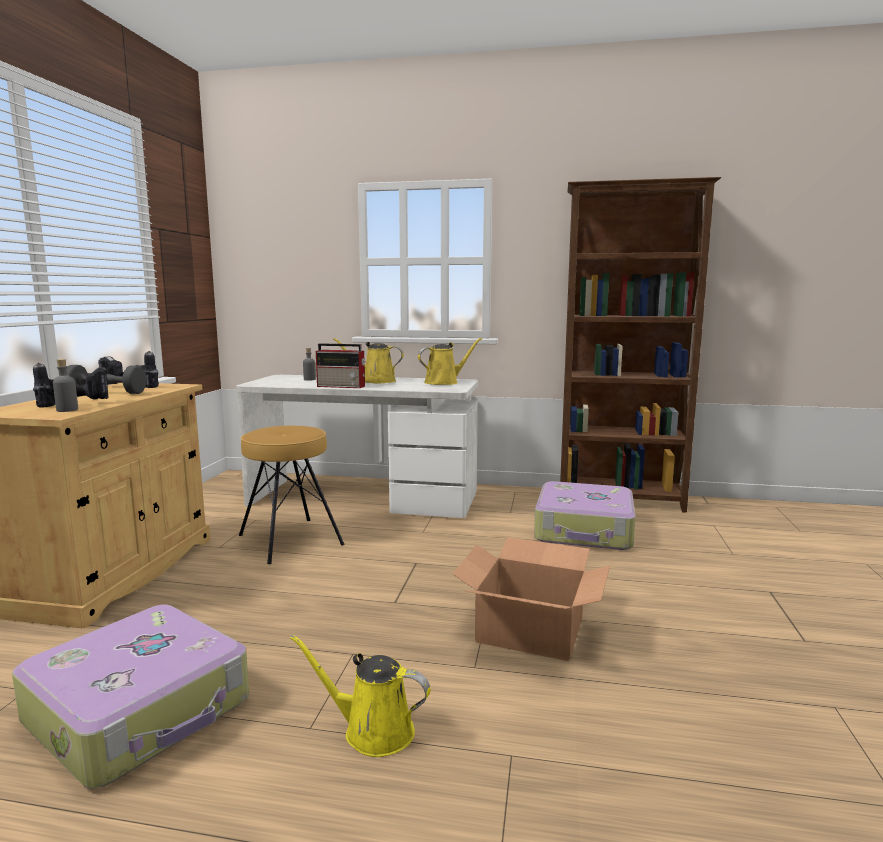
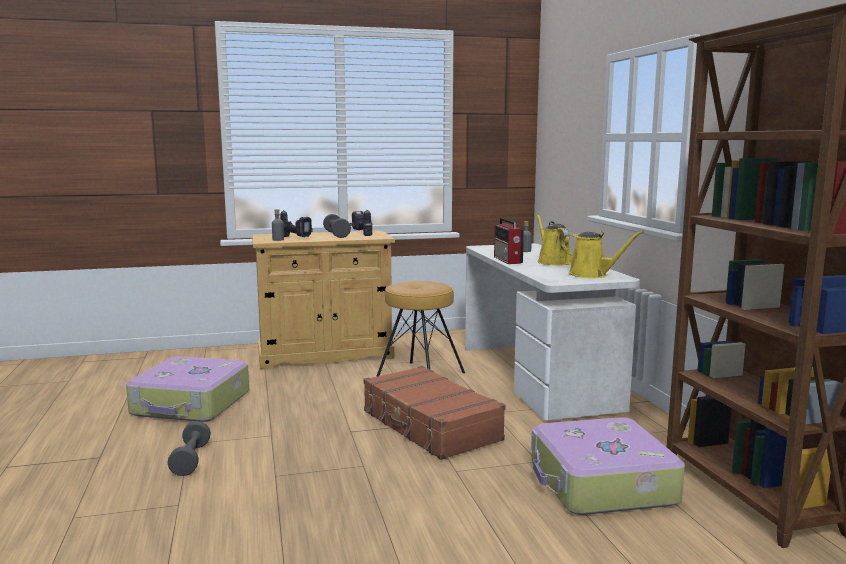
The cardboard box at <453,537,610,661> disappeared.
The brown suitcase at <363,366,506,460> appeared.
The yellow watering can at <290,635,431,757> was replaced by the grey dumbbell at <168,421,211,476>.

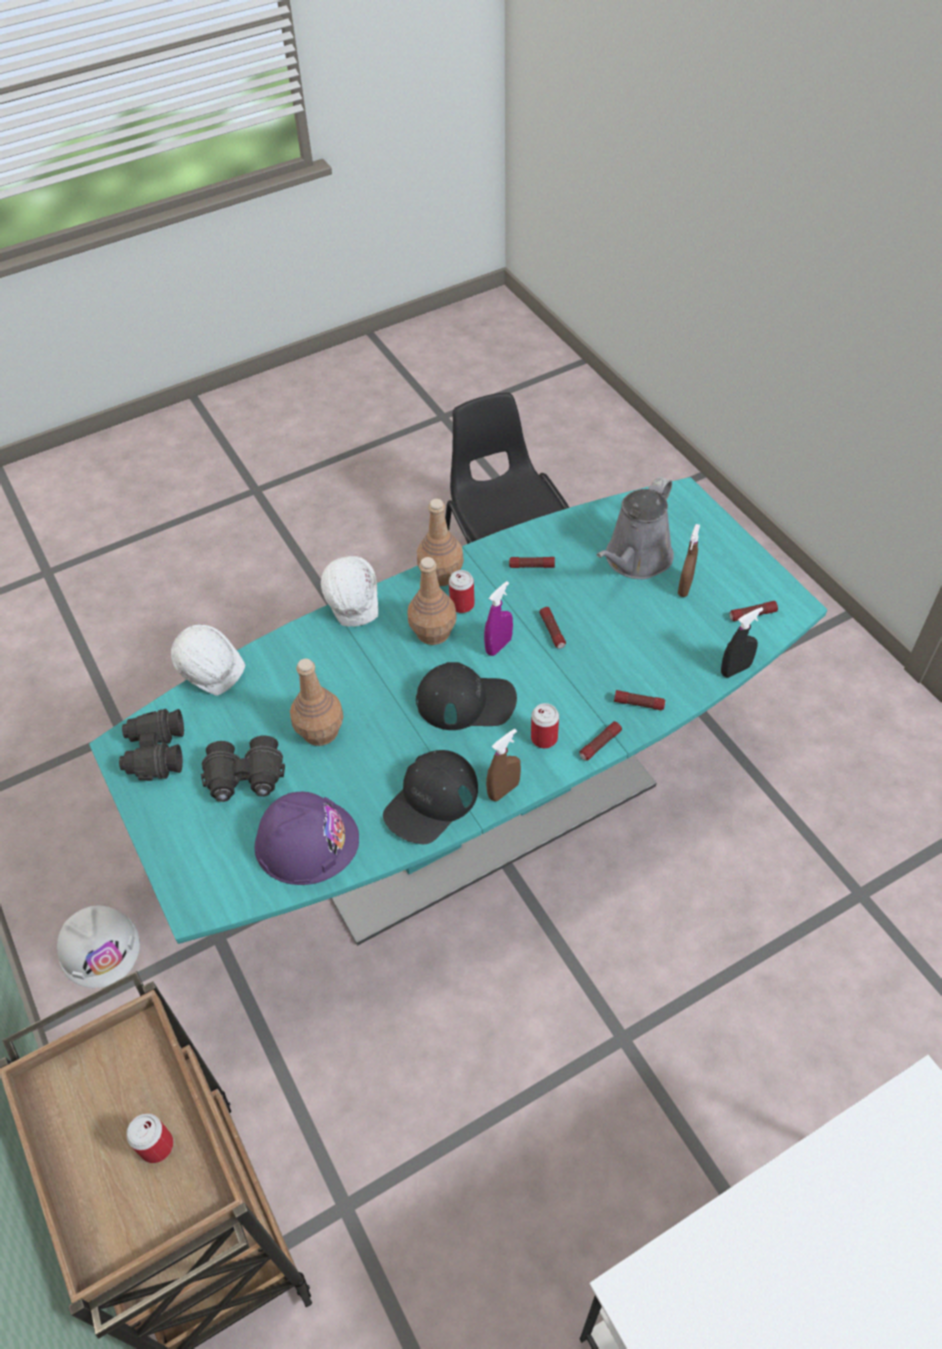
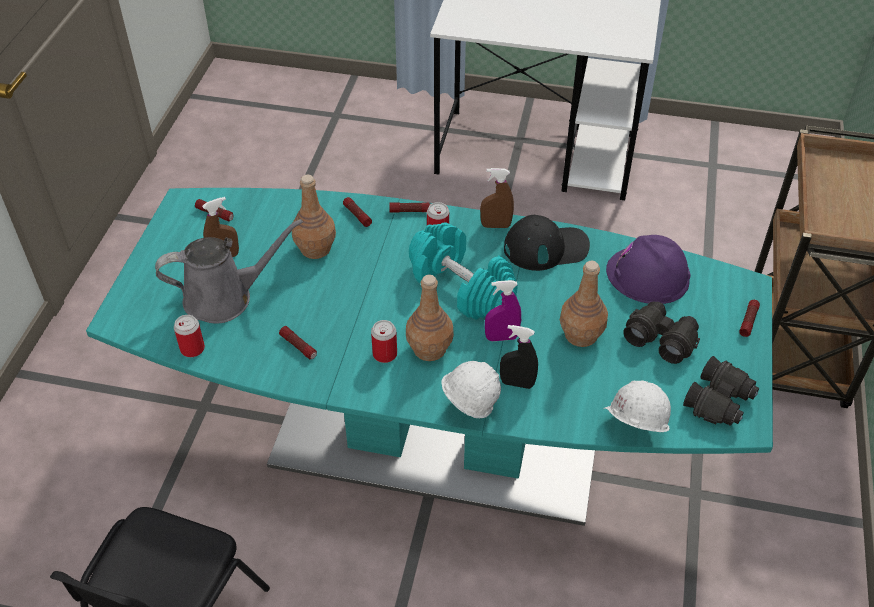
The white hard hat at <57,906,140,988> disappeared.
The can moved from <126,1113,174,1163> to <174,315,205,357>.
The brown bottle moved from <417,499,464,586> to <292,175,336,259>.
The purple spray bottle moved from <484,581,513,656> to <485,280,521,341>.
The flashlight moved from <539,607,566,648> to <739,300,760,337>.
The black spray bottle moved from <721,607,763,678> to <500,325,538,389>.
The black cap at <416,662,517,730> was replaced by the turquoise dumbbell at <409,223,518,320>.

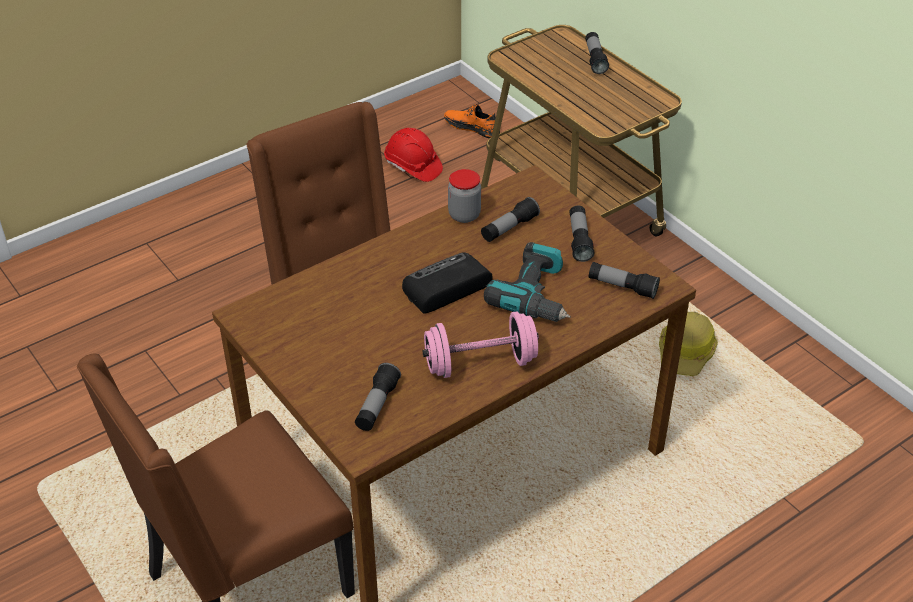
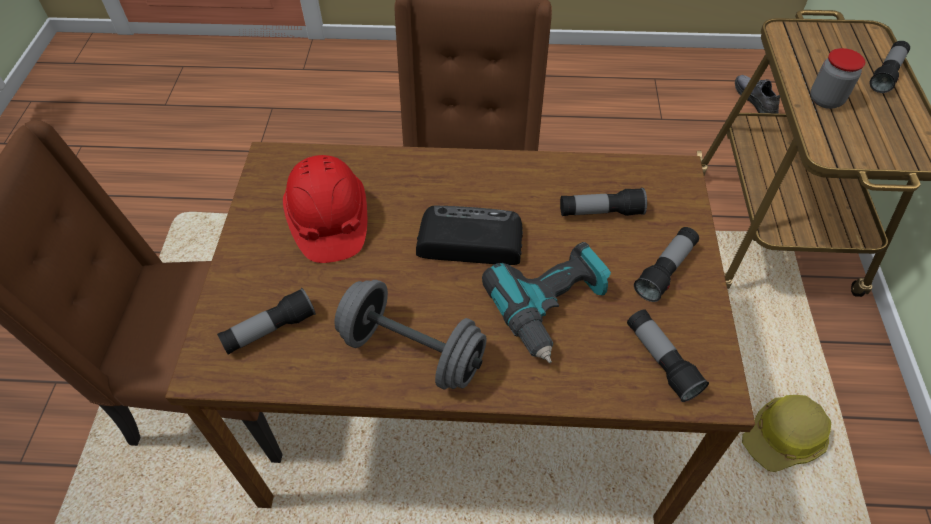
The red hard hat moved from <384,128,443,182> to <283,155,367,263>.
The jar moved from <448,169,481,223> to <811,48,865,109>.
The pink dumbbell at <422,311,539,378> became the grey dumbbell at <335,280,487,389>.
The orange shoe at <444,104,500,138> became the grey shoe at <735,75,780,114>.

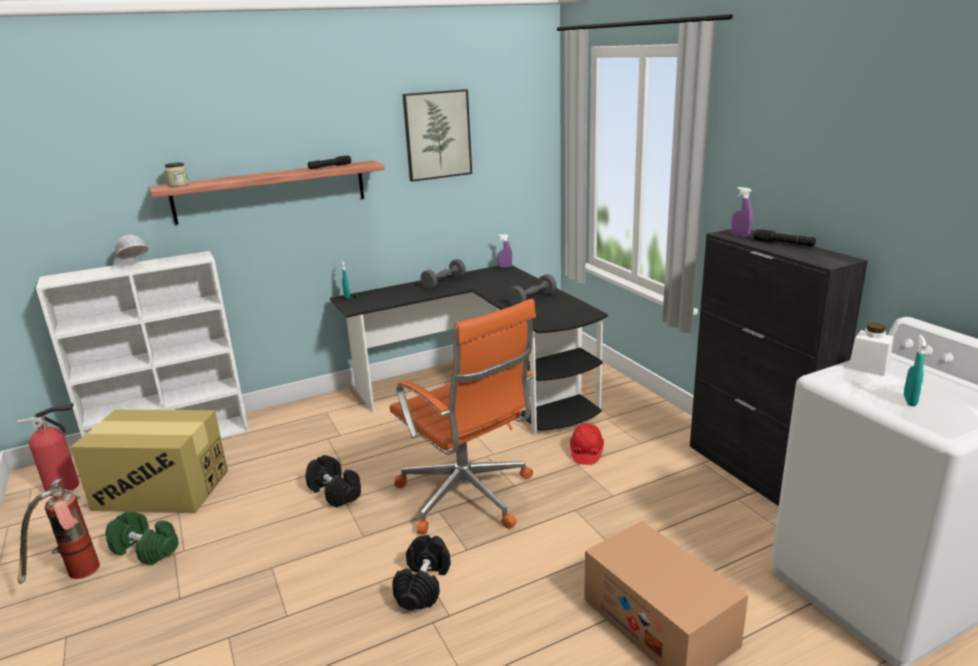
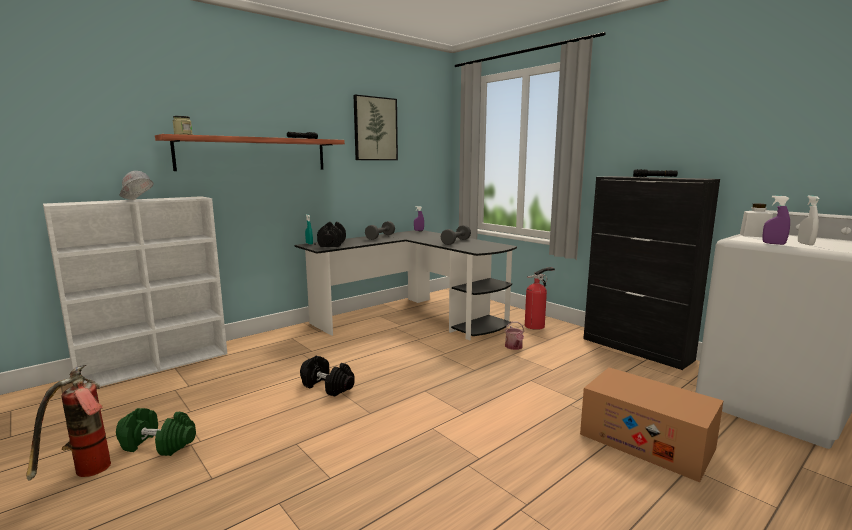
The cardboard box at <70,410,228,513> disappeared.
The orange office chair at <389,299,536,534> disappeared.
The fire extinguisher moved from <18,403,79,496> to <525,267,555,330>.
The black dumbbell moved from <392,535,451,610> to <317,222,346,247>.
The purple spray bottle moved from <731,187,753,238> to <762,196,790,245>.
The red hard hat at <570,423,604,465> was replaced by the watering can at <505,322,524,350>.
The turquoise spray bottle at <904,335,927,406> became the white spray bottle at <798,195,820,245>.

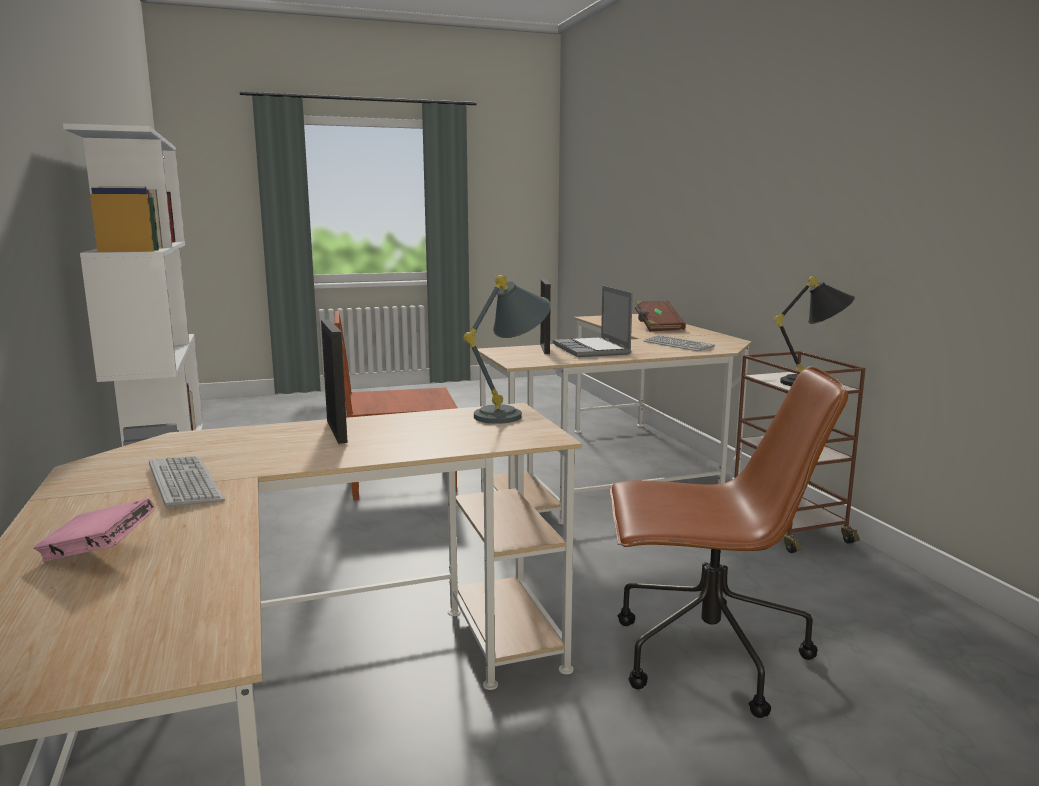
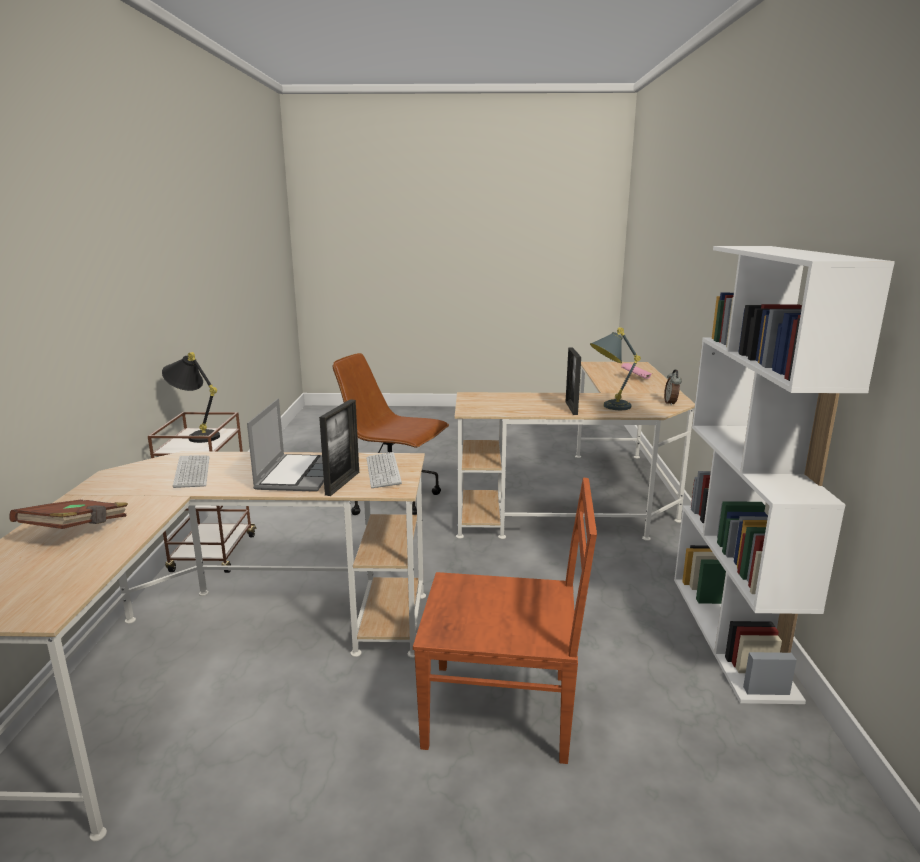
The alarm clock at <664,370,682,406> appeared.
The keyboard moved from <149,456,225,508> to <366,452,402,488>.
The grey table lamp moved from <464,275,551,424> to <590,327,641,410>.

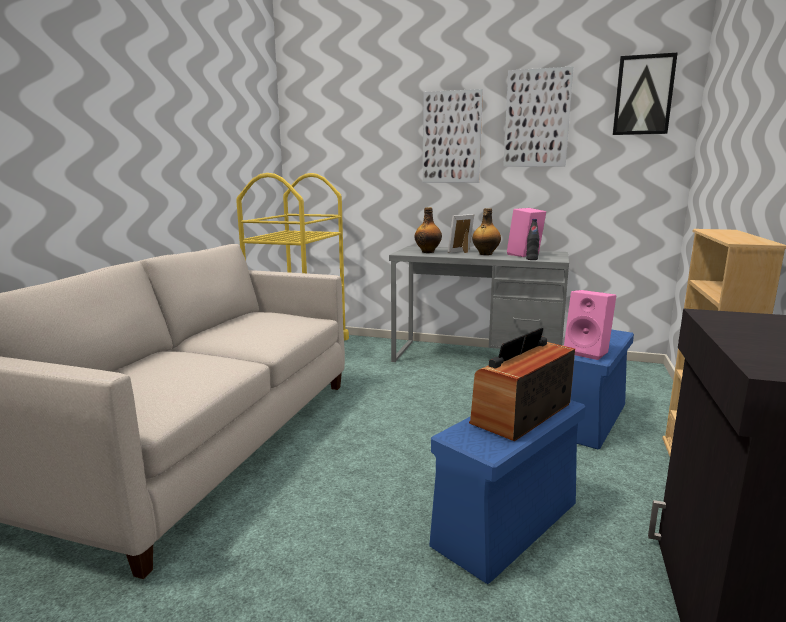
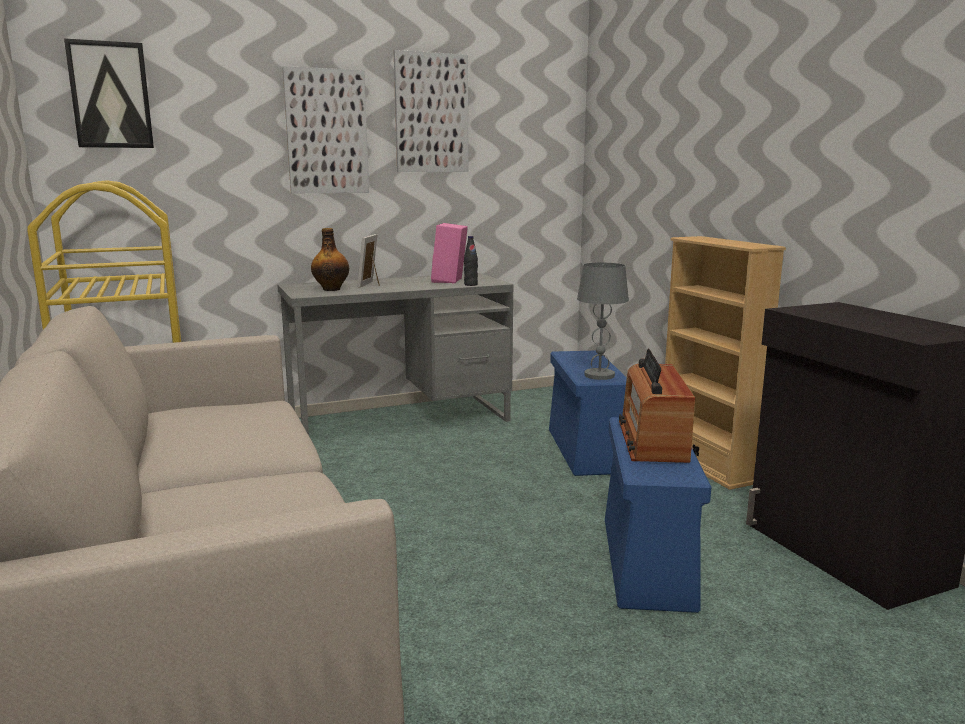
The bottle at <472,208,501,255> disappeared.
The picture moved from <613,52,678,135> to <64,38,154,148>.
The pink speaker at <564,290,616,360> was replaced by the grey table lamp at <577,263,629,380>.

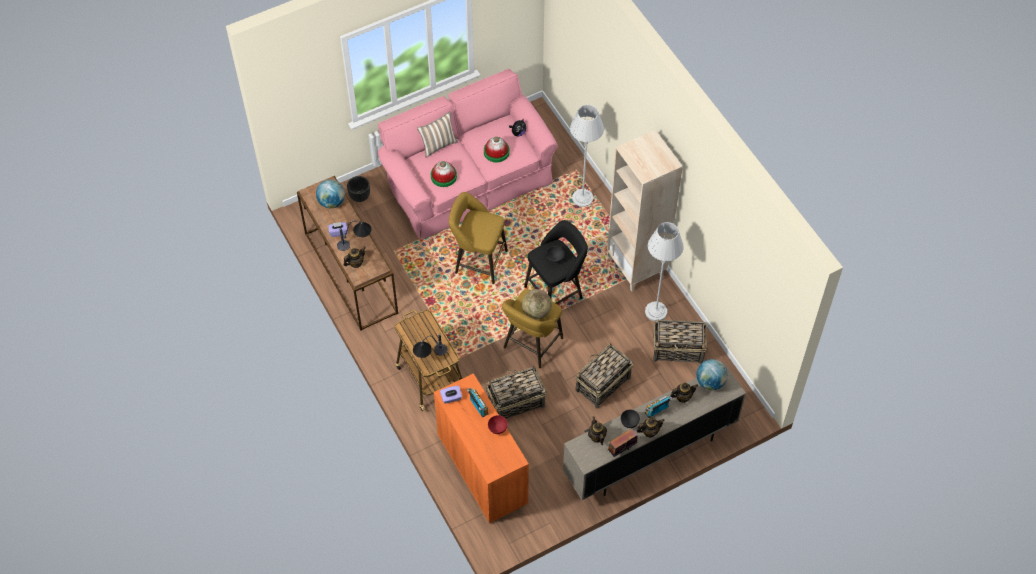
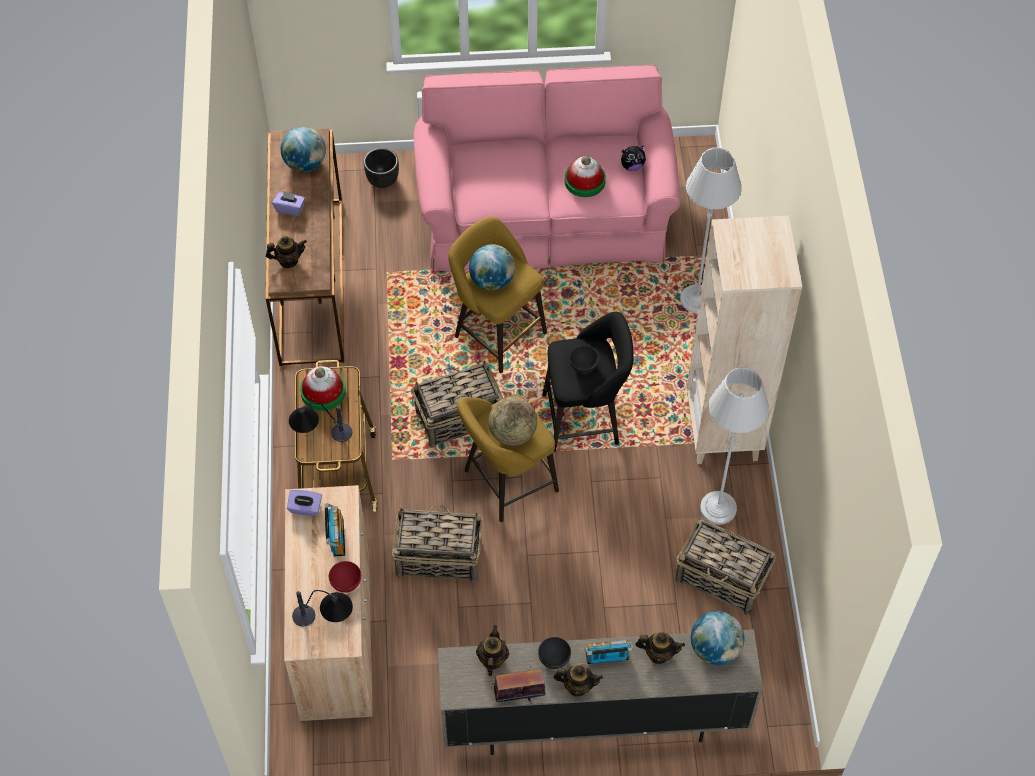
The pillow at <417,112,458,158> disappeared.
The globe at <469,244,515,291> appeared.
The table lamp moved from <337,221,371,251> to <292,590,353,626>.
The hat moved from <431,161,457,187> to <300,366,346,411>.
The basket moved from <576,343,633,408> to <412,360,503,448>.
The orange cabinet at <434,373,529,523> became the beige cabinet at <284,485,373,721>.

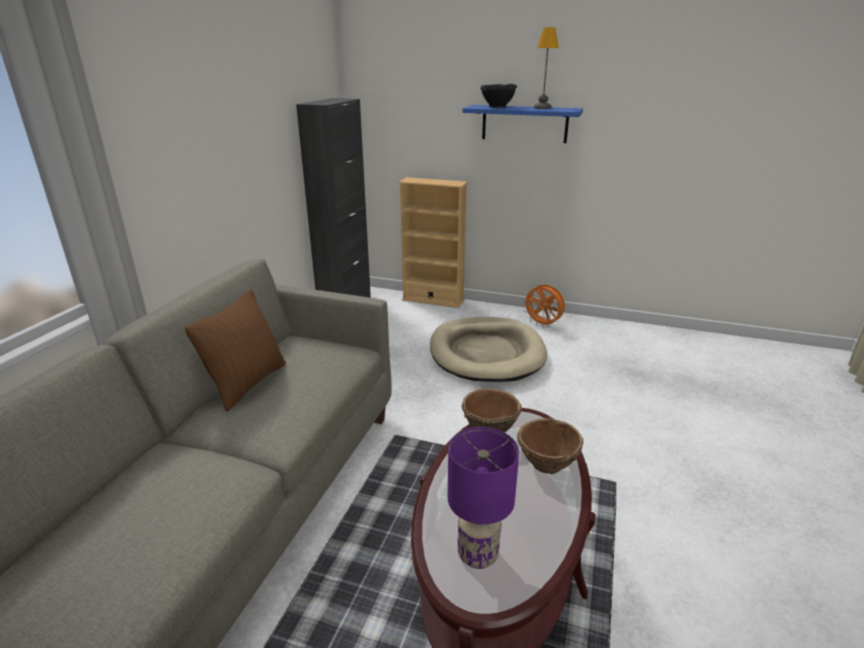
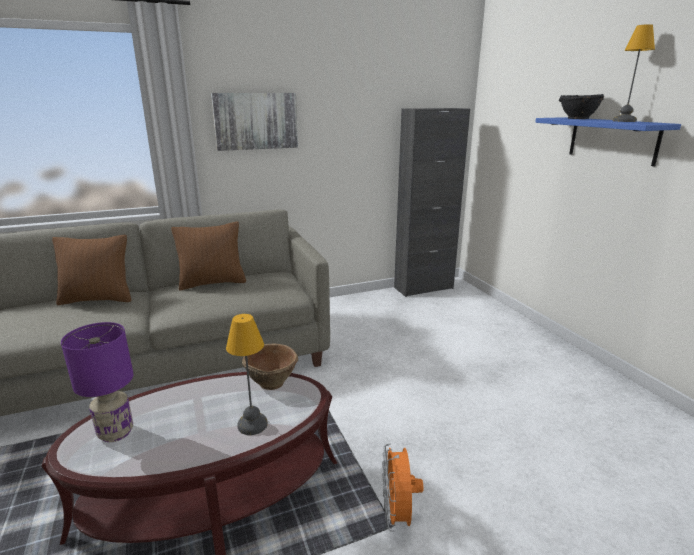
The beige bookcase at <399,177,468,308> disappeared.
The beige dog bed at <430,317,547,382> disappeared.
The brown pillow at <52,235,132,305> appeared.
The picture at <211,93,298,151> appeared.
The orange fan moved from <522,284,565,327> to <382,444,423,532>.
The brown bowl at <517,418,584,474> was replaced by the table lamp at <226,314,268,435>.

